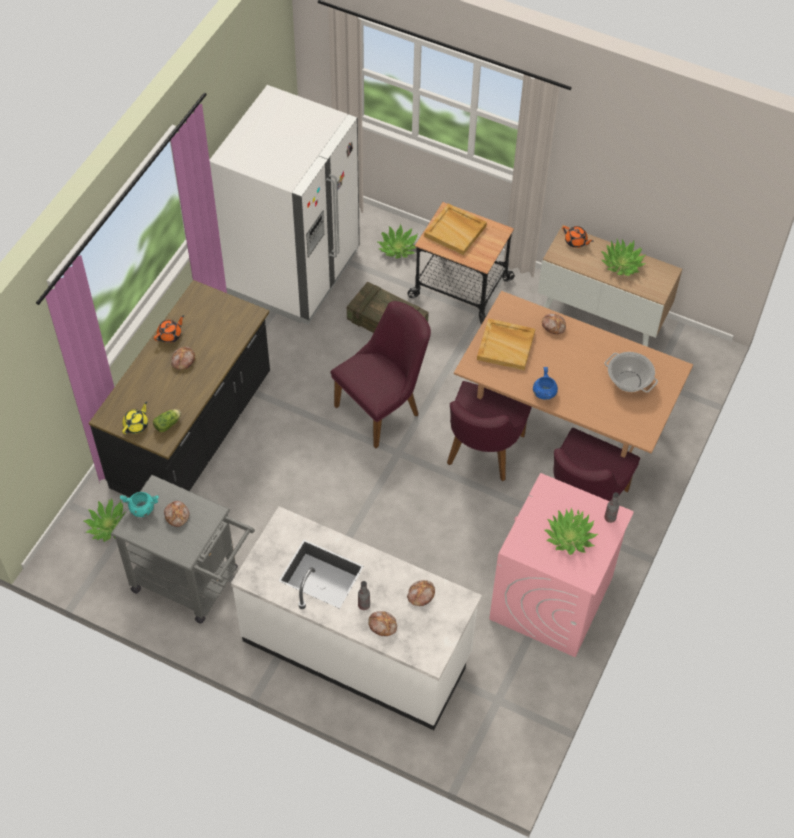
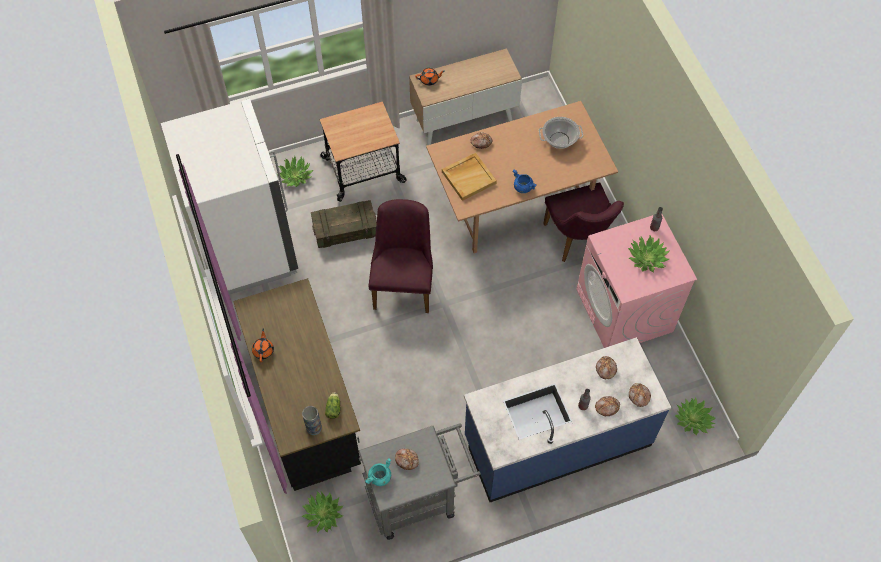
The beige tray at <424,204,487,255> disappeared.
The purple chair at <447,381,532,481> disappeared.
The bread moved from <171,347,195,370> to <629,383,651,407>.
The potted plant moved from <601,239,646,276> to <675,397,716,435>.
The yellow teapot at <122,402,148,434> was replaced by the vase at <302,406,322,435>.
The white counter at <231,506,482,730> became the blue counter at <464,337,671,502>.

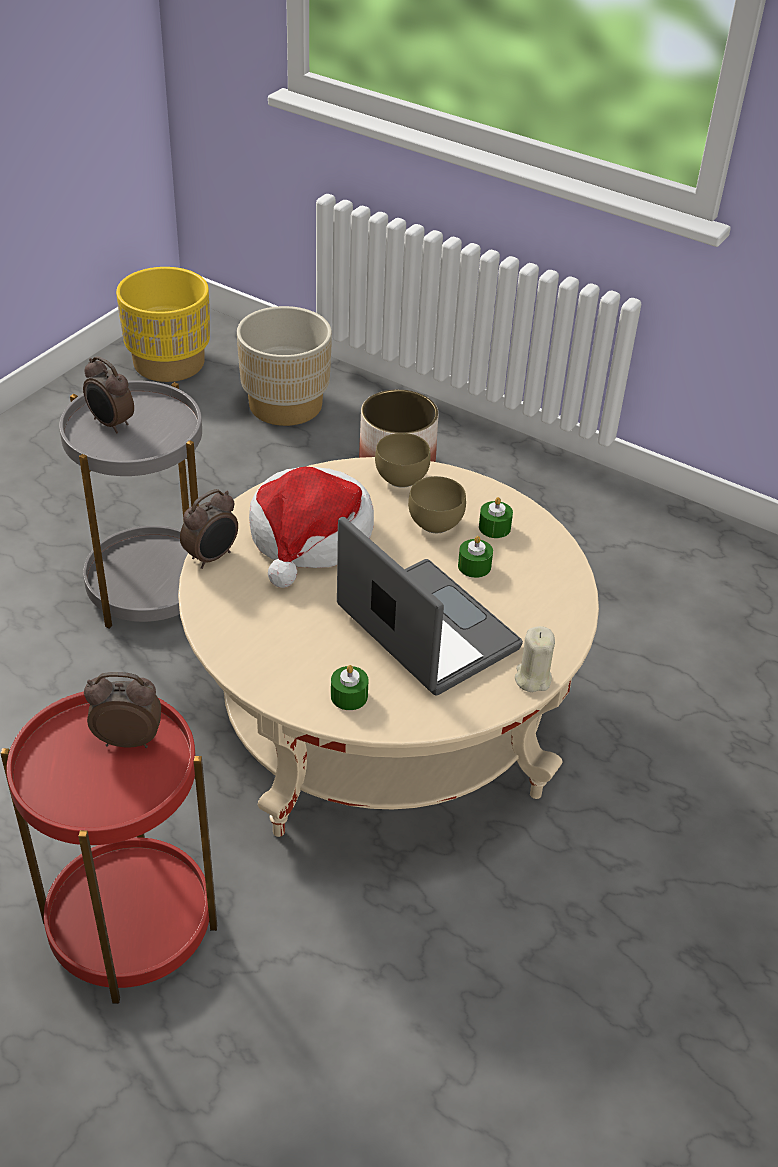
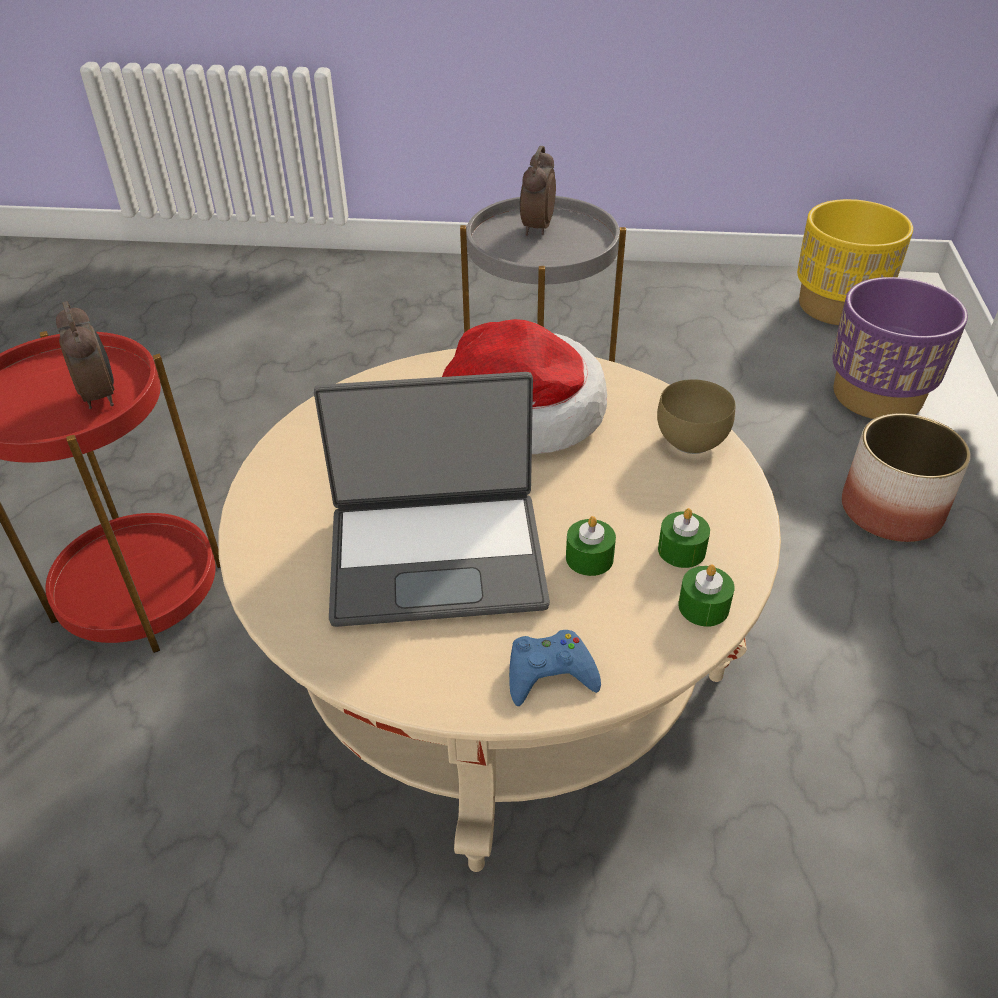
The alarm clock at <180,489,238,569> disappeared.
The brown bowl at <408,476,466,533> disappeared.
The beige candle at <515,626,555,692> disappeared.
The blue game controller at <509,630,601,706> appeared.
The green candle moved from <331,665,369,710> to <678,564,734,627>.
The beige planter at <237,306,332,426> became the purple planter at <832,277,968,419>.
The laptop at <337,517,523,696> turned 60 degrees clockwise.

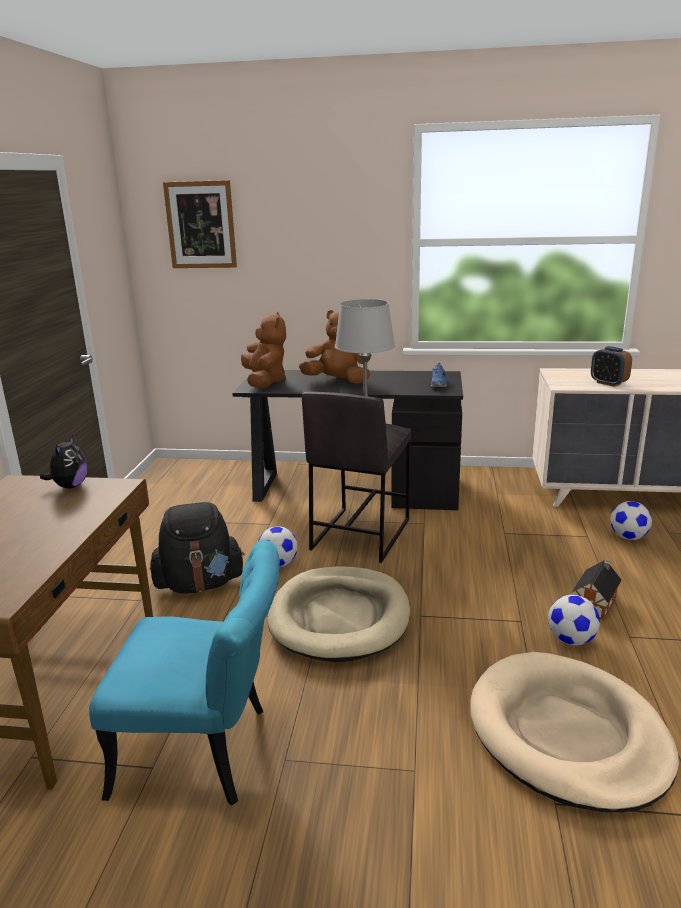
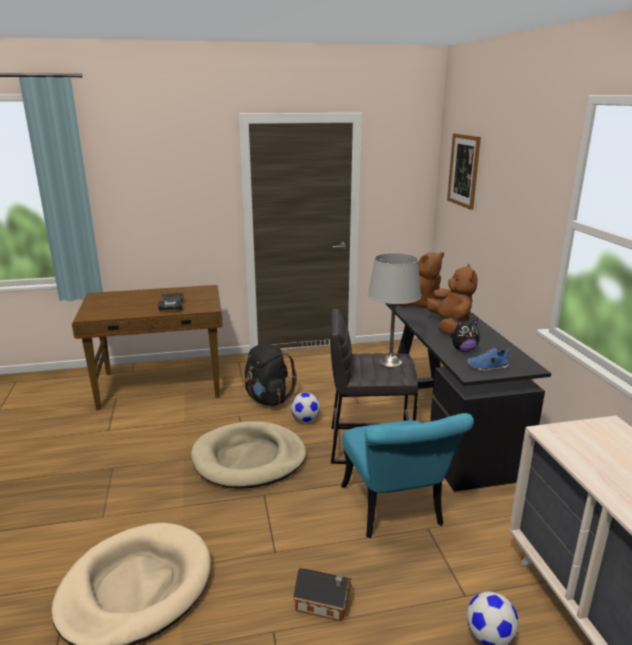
The football at <548,595,600,646> disappeared.
The alarm clock at <591,346,632,387> disappeared.
The black toy car at <158,293,184,311> appeared.
The plush toy moved from <40,435,87,489> to <451,319,480,352>.
The turquoise chair moved from <89,540,280,805> to <341,413,474,538>.

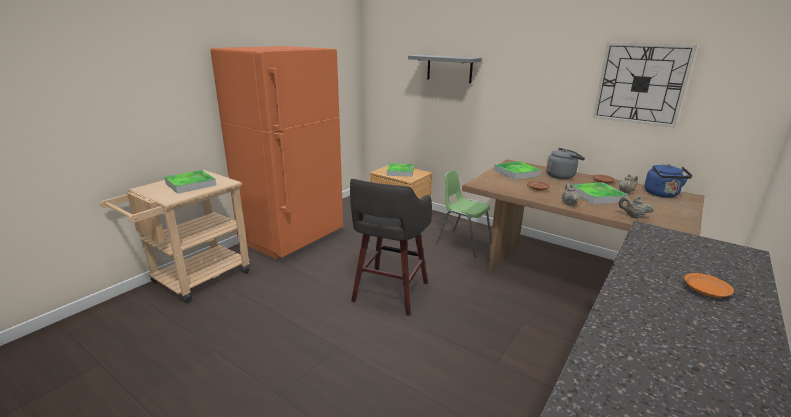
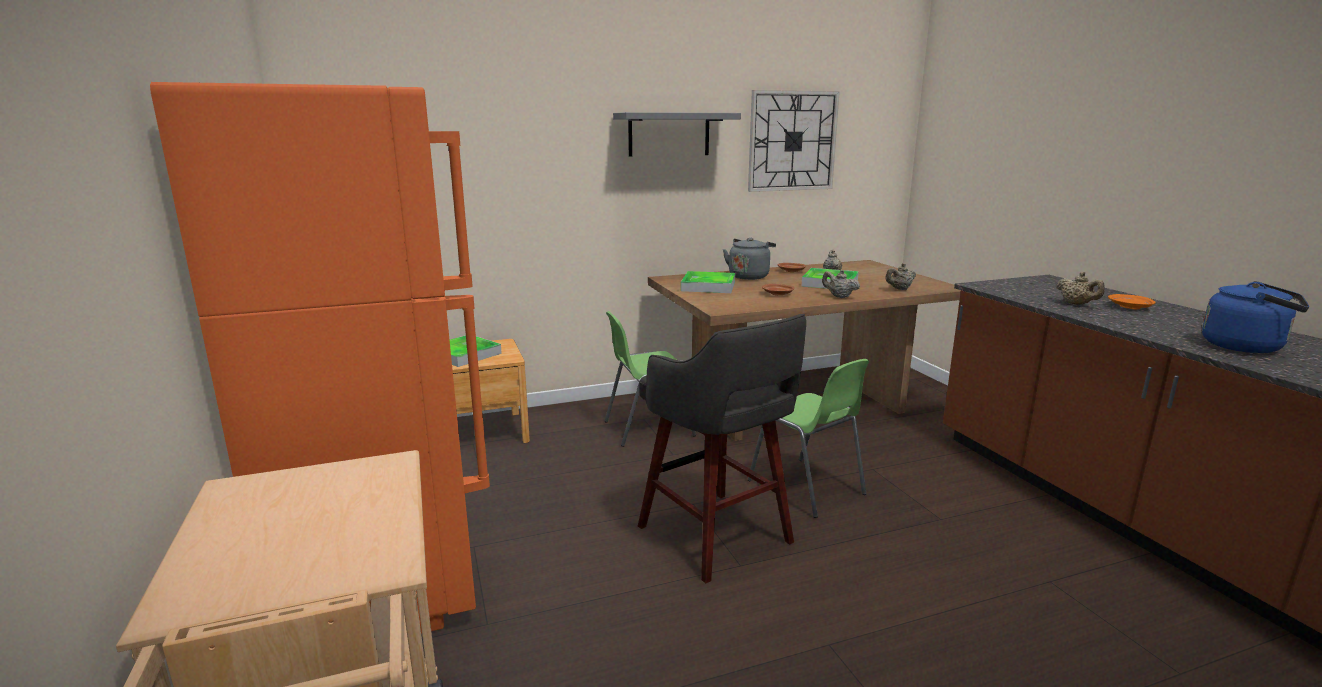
The tray at <164,170,216,194> disappeared.
The green chair at <748,359,869,518> appeared.
The beige teapot at <1056,272,1105,305> appeared.
The grey shelf moved from <408,55,482,83> to <613,112,741,156>.
The blue kettle moved from <644,164,693,197> to <1202,281,1309,353>.

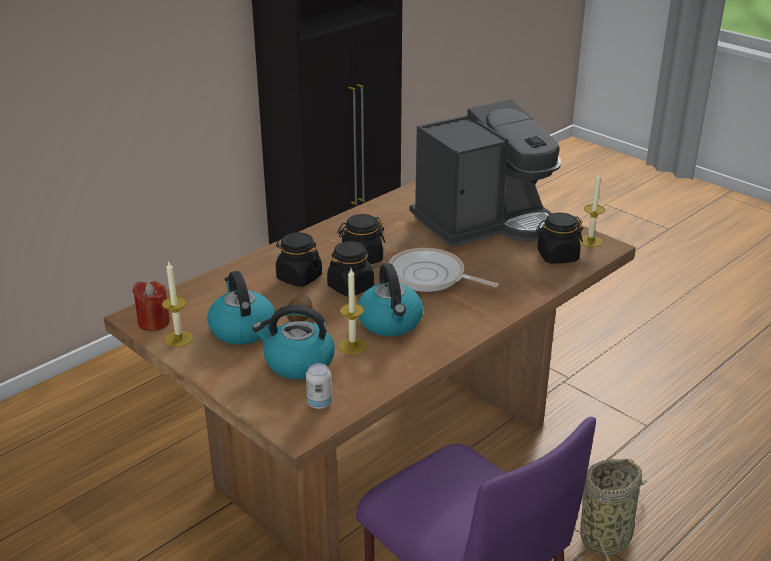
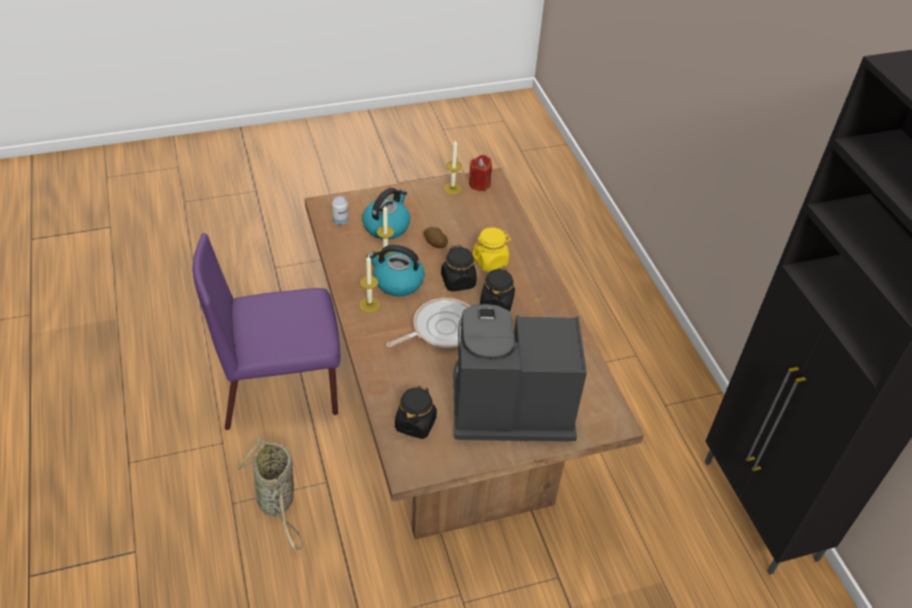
The kettle at <207,271,275,345> disappeared.
The candle moved from <580,173,605,247> to <359,255,381,313>.
The black jar at <276,232,322,287> became the yellow jar at <473,228,511,272>.
The coffee machine at <409,99,561,247> turned 90 degrees clockwise.

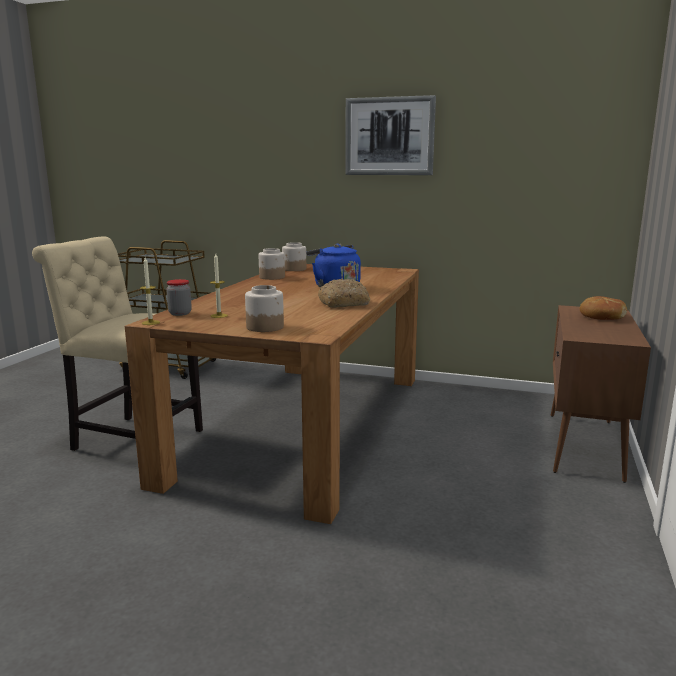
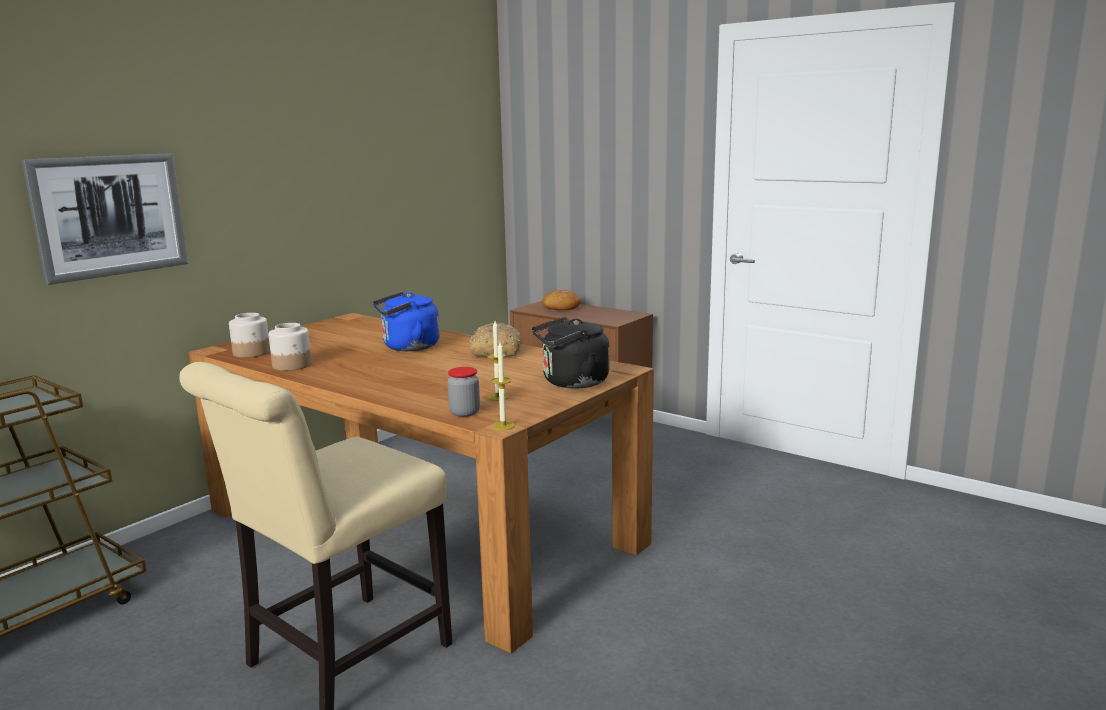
The picture moved from <345,95,436,175> to <21,153,188,285>.
The jar at <245,285,284,332> was replaced by the black kettle at <532,317,609,389>.

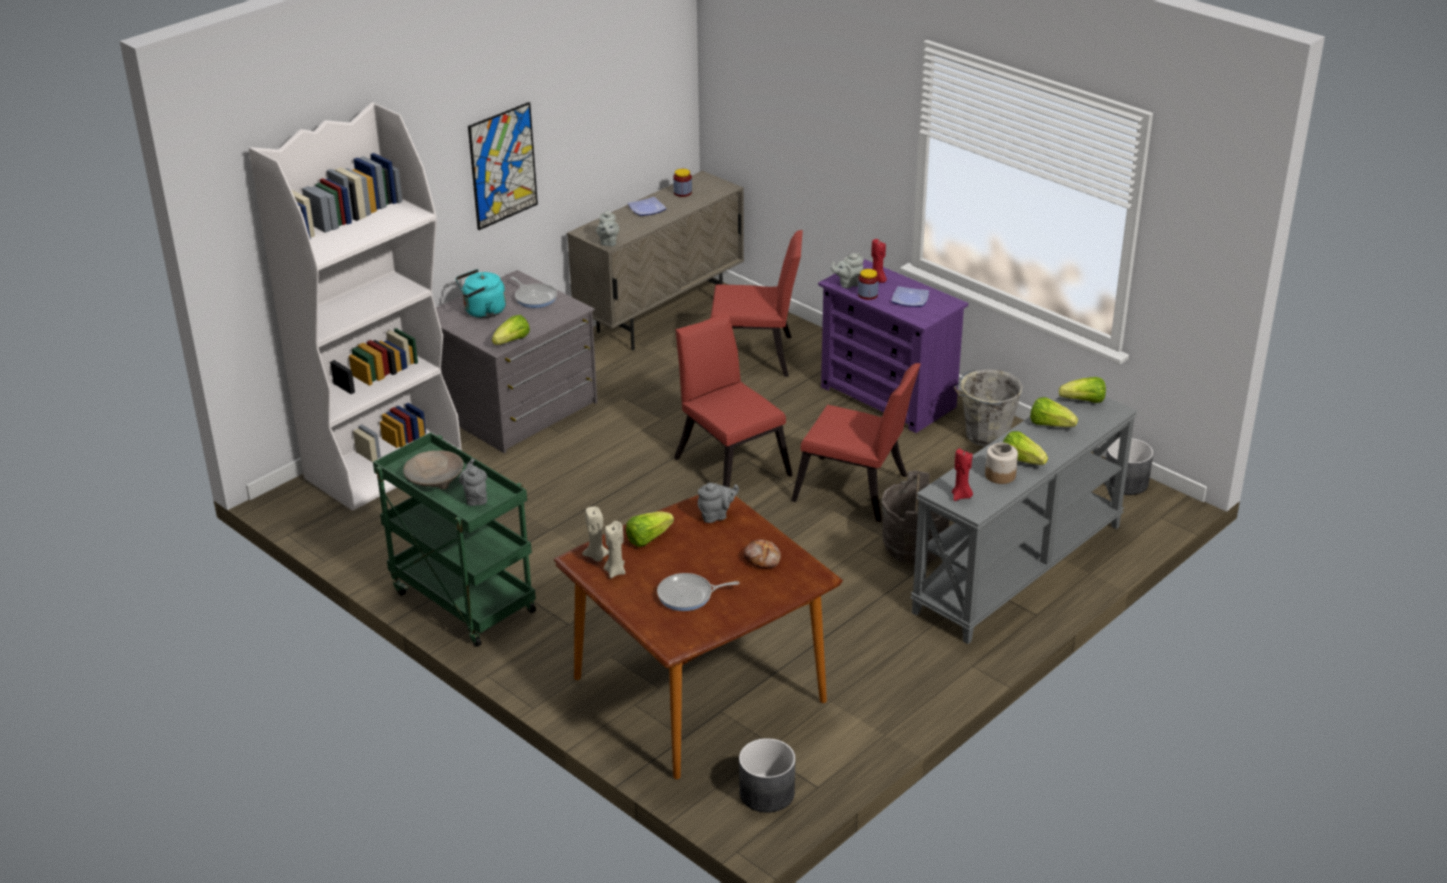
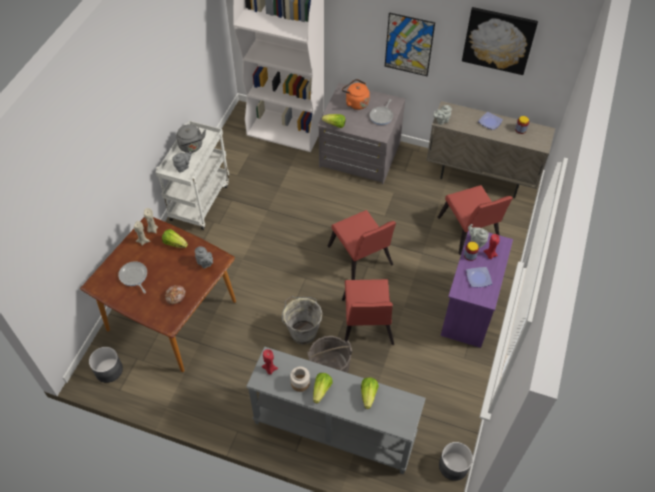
The lettuce at <1059,377,1106,403> disappeared.
The picture at <462,7,538,75> appeared.
The grey bucket moved from <954,369,1023,447> to <282,296,323,345>.
The beige bowl at <403,450,464,490> was replaced by the grey kettle at <176,124,206,153>.
The green cart at <373,432,536,647> became the white cart at <155,120,229,230>.
The turquoise kettle at <456,269,506,318> became the orange kettle at <342,79,370,110>.
The red chair at <674,312,793,488> turned 120 degrees clockwise.

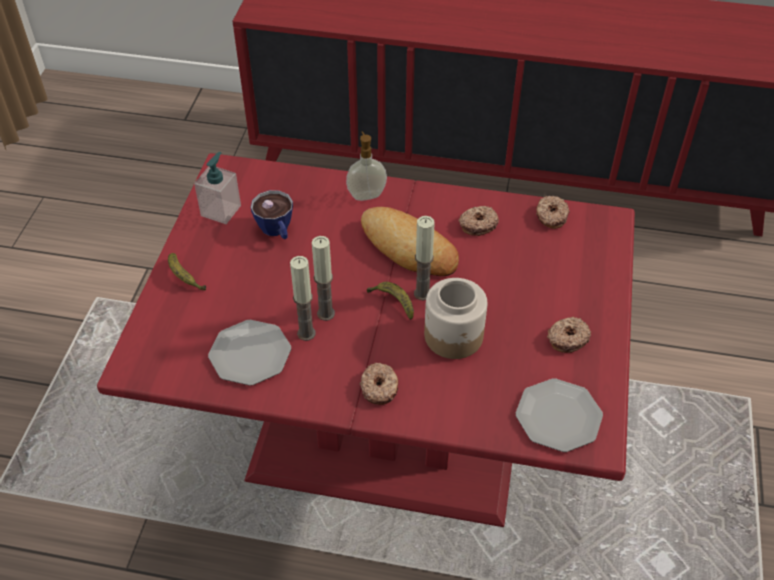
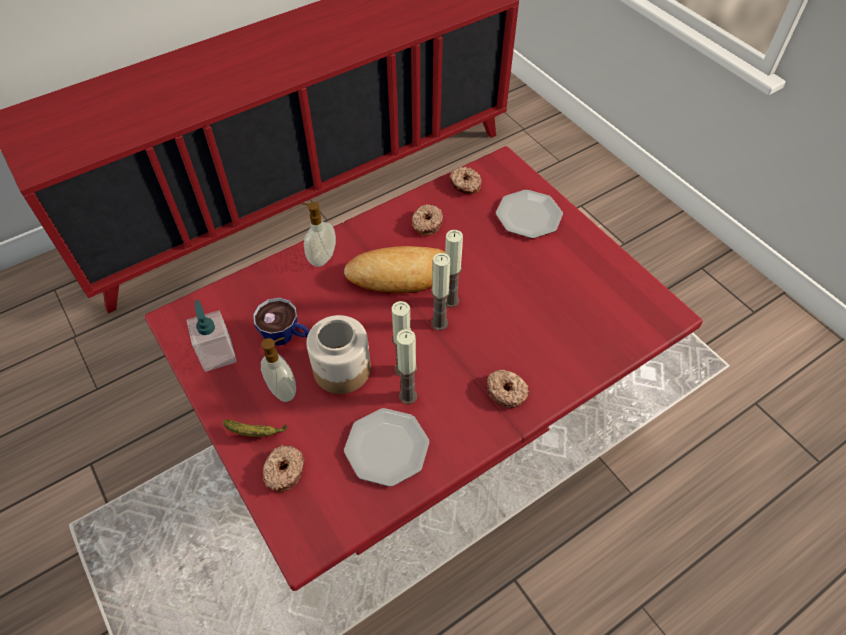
The soap dispenser at <261,337,296,402> appeared.
The jar moved from <424,278,487,359> to <306,315,371,394>.
The plate moved from <516,379,603,452> to <496,190,563,238>.
The donut moved from <547,317,591,353> to <263,445,305,492>.
The banana at <366,282,414,320> was replaced by the candle at <431,253,450,330>.

